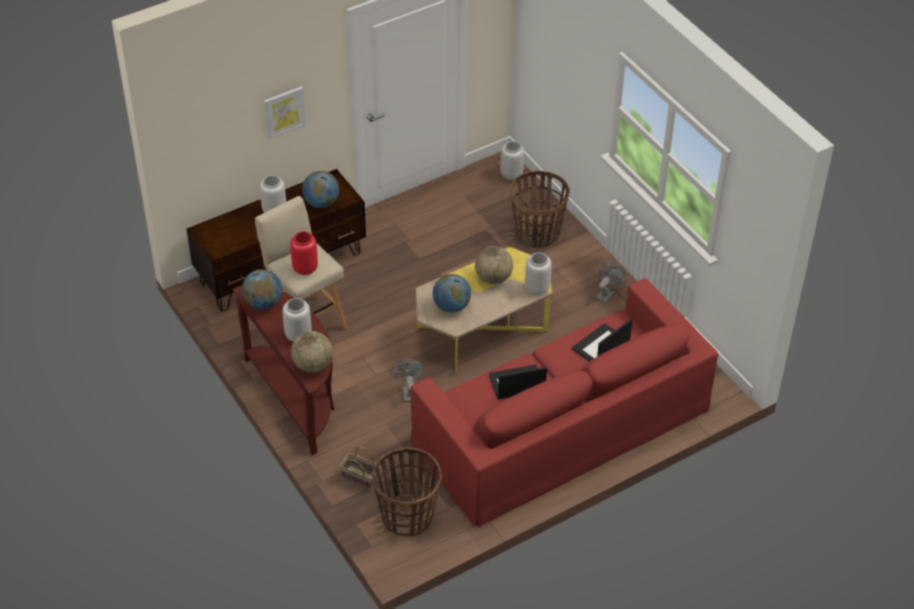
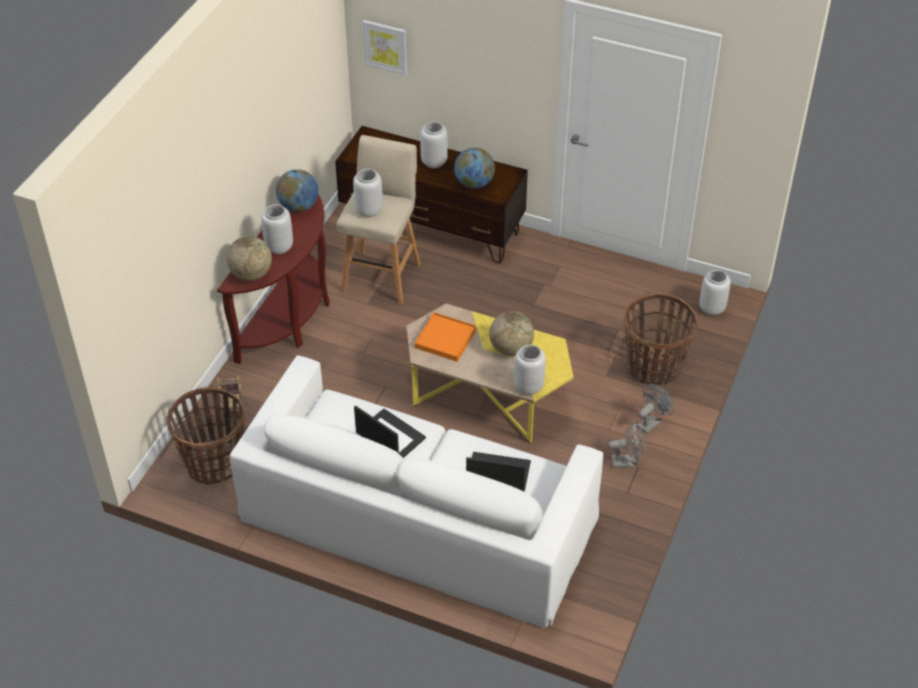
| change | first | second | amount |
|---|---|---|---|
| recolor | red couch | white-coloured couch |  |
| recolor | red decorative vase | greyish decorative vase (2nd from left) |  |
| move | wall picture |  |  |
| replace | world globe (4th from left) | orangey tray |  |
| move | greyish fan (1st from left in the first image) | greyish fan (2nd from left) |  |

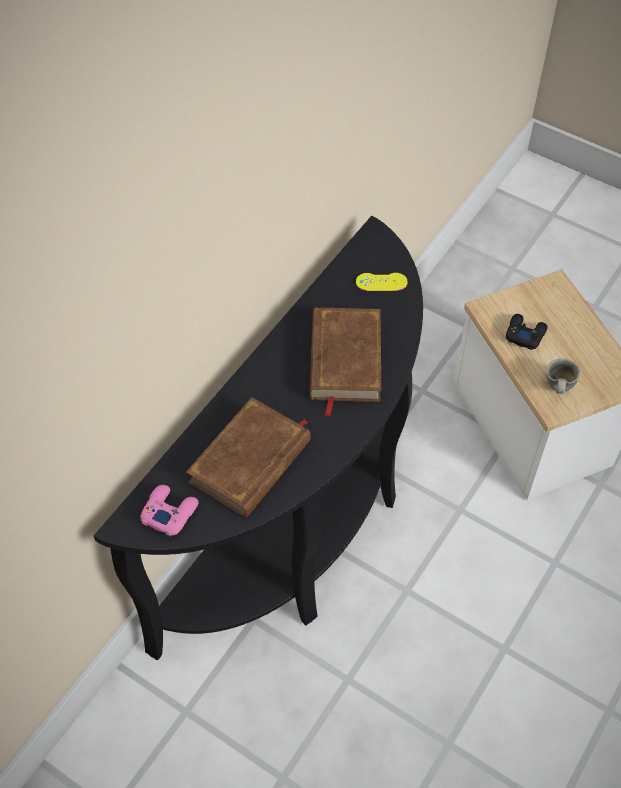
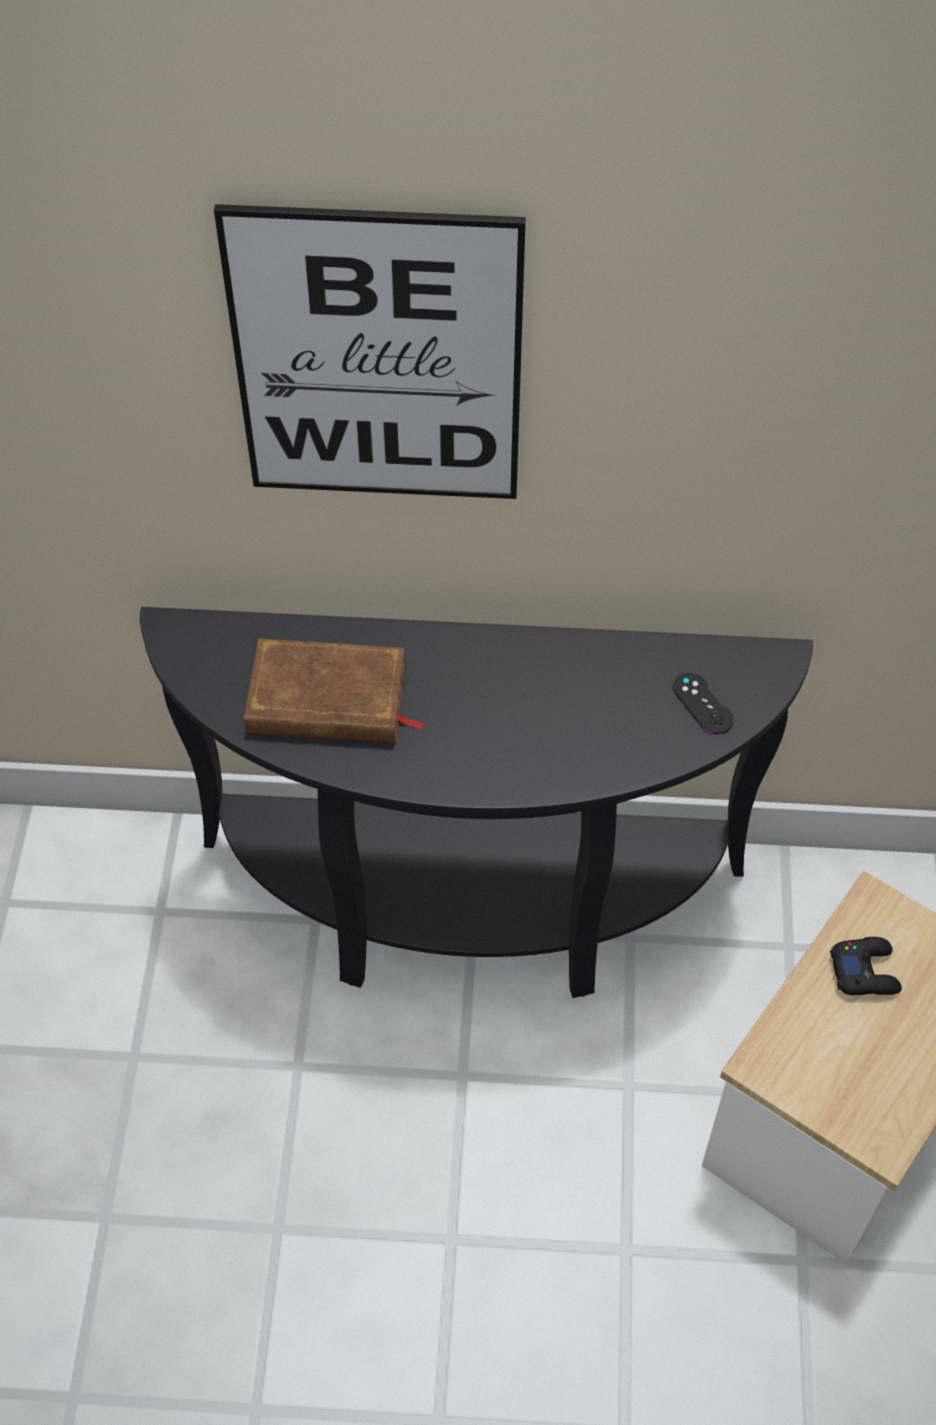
| change | first | second | amount |
|---|---|---|---|
| insert |  | wall picture |  |
| recolor | yellow gamepad | blackish gamepad (1st from left) |  |
| delete | pink-coloured gamepad |  |  |
| delete | brown bound book (2nd from left) |  |  |
| delete | greyish tea mug |  |  |

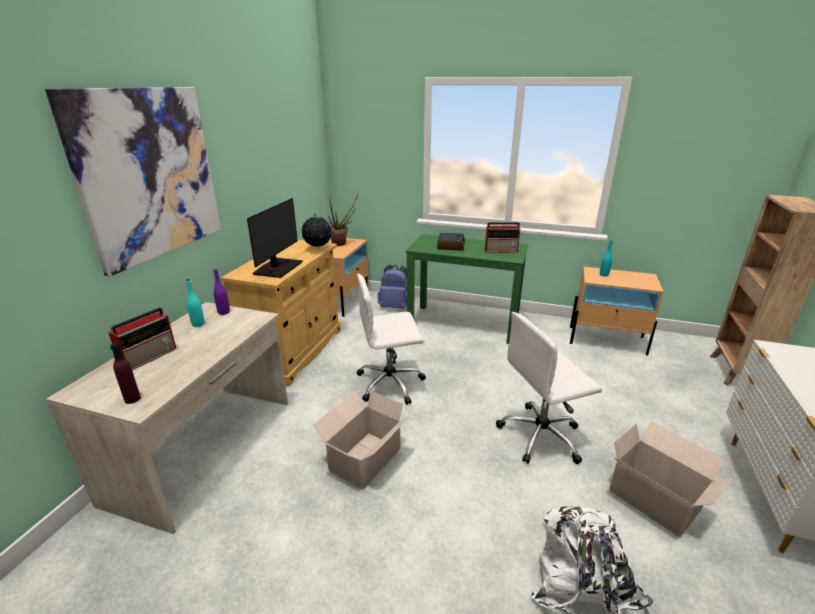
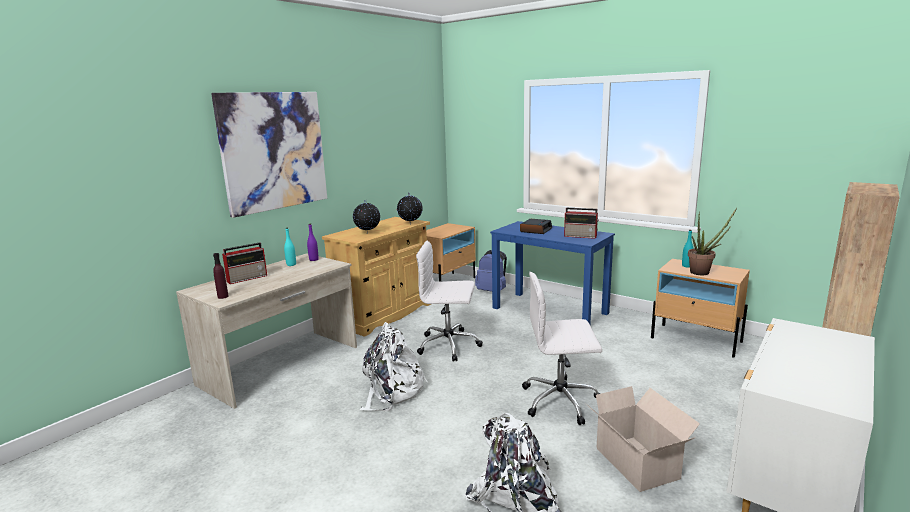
| change | first | second | amount |
|---|---|---|---|
| replace | monitor | world globe (1st from left) |  |
| replace | cardboard box (1st from left) | white-coloured backpack (1st from left) |  |
| recolor | green-coloured desk unit | bluish desk unit |  |
| move | houseplant |  |  |

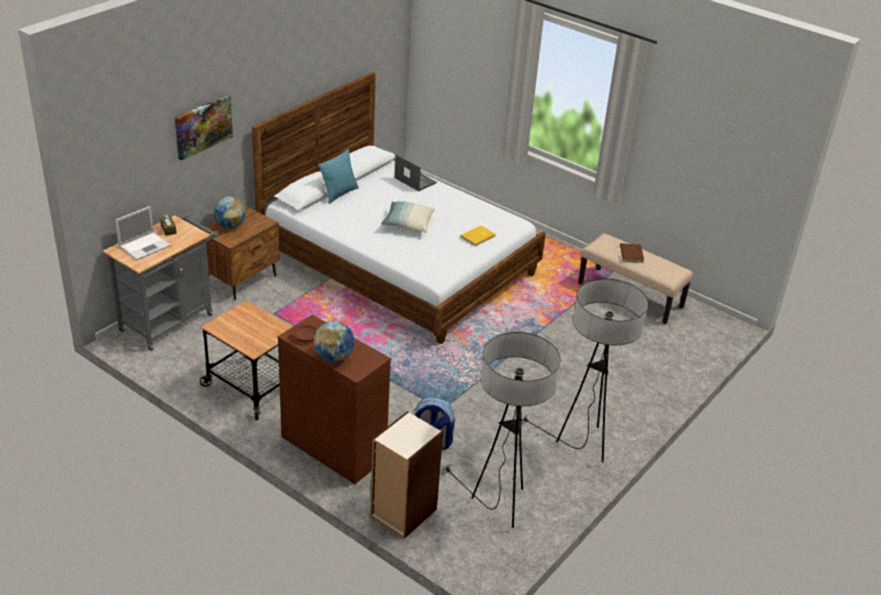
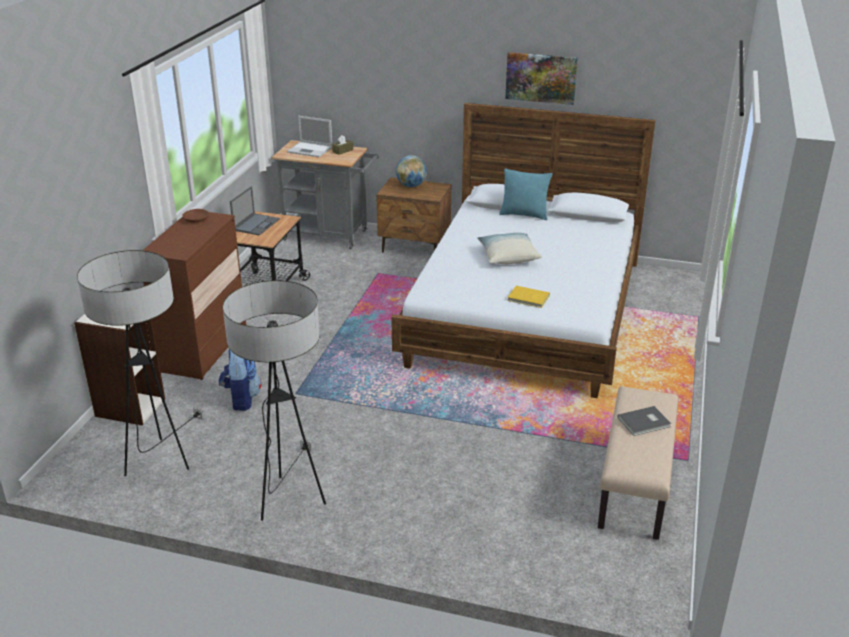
| change | first | second | amount |
|---|---|---|---|
| move | laptop (2nd from left in the first image) | laptop (1st from left) |  |
| move | wall picture |  |  |
| recolor | brown bound book | greyish bound book |  |
| delete | world globe (2nd from left) |  |  |

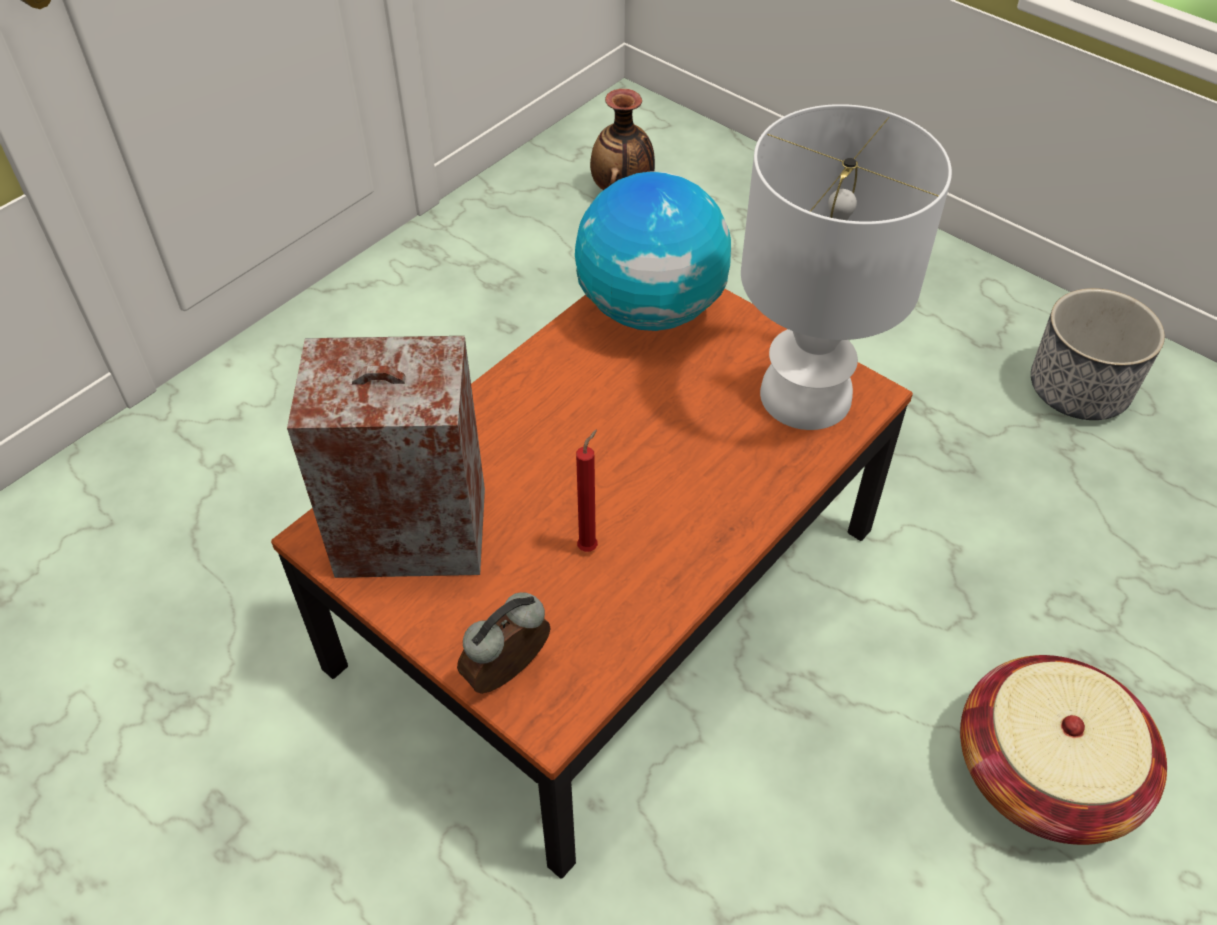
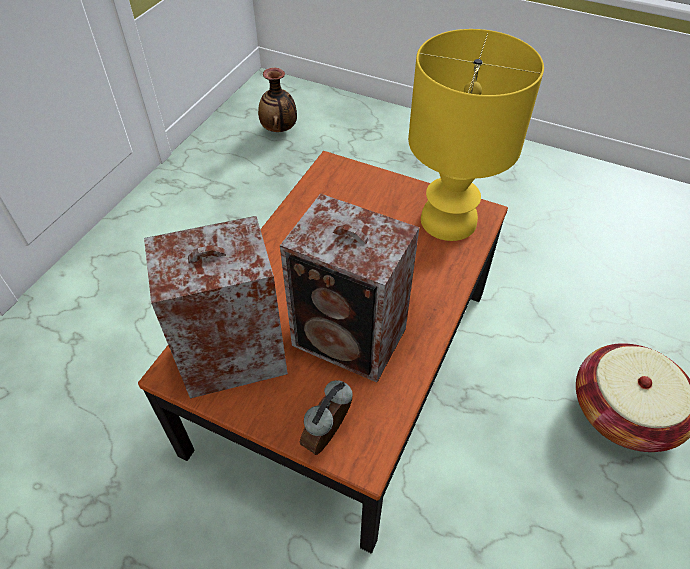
| change | first | second | amount |
|---|---|---|---|
| replace | red wax light | loudspeaker (2nd from left) |  |
| recolor | white-coloured table lamp | yellow table lamp |  |
| delete | world globe |  |  |
| delete | plant pot |  |  |

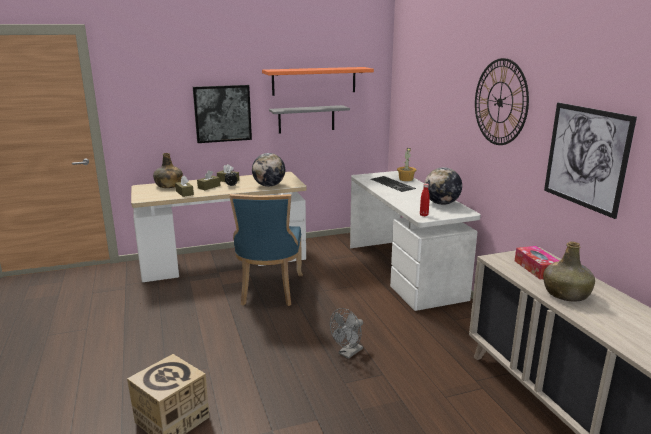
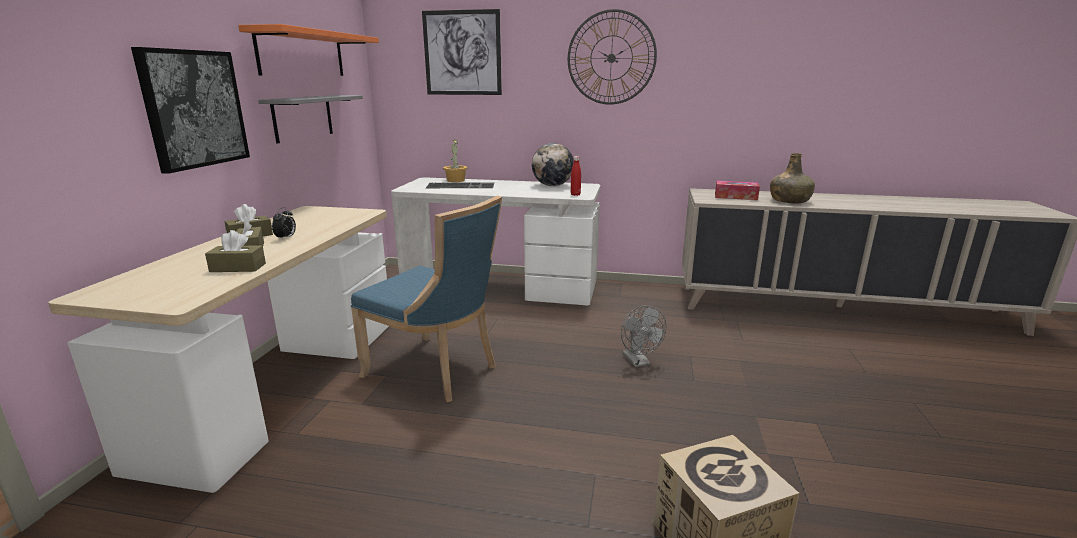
| change | first | second | amount |
|---|---|---|---|
| move | wall picture (2nd from left) |  |  |
| delete | green-coloured drink bottle (1st from left) |  |  |
| delete | world globe (1st from left) |  |  |

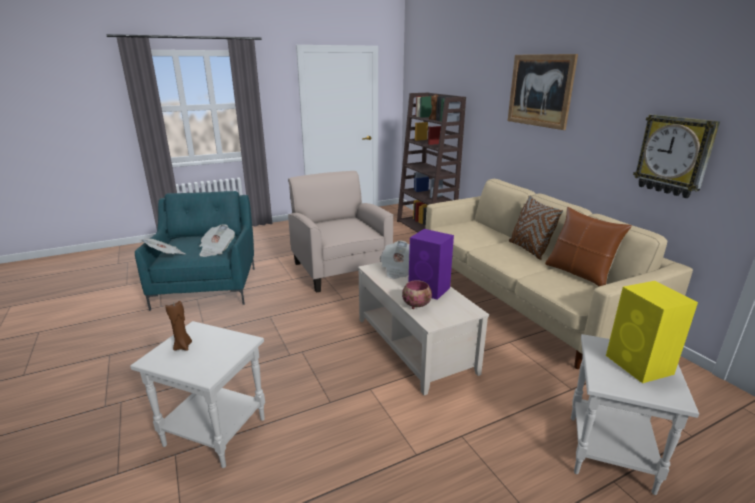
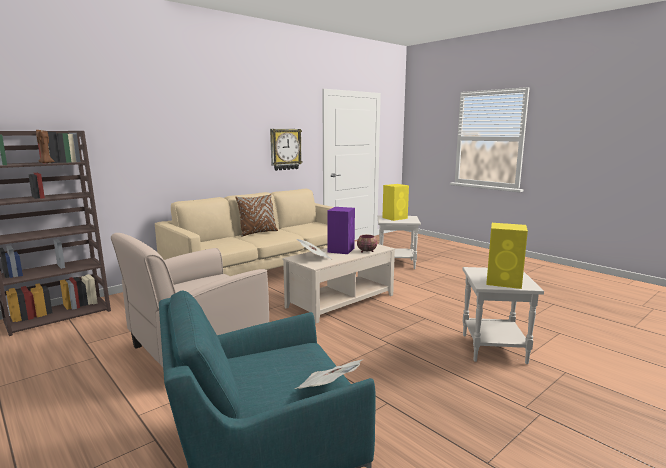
| change | first | second | amount |
|---|---|---|---|
| replace | brown wax light (1st from left) | yellow loudspeaker (2nd from left) |  |
| delete | newspaper (2nd from left) |  |  |
| delete | wall picture |  |  |
| delete | brown throw pillow (2nd from left) |  |  |

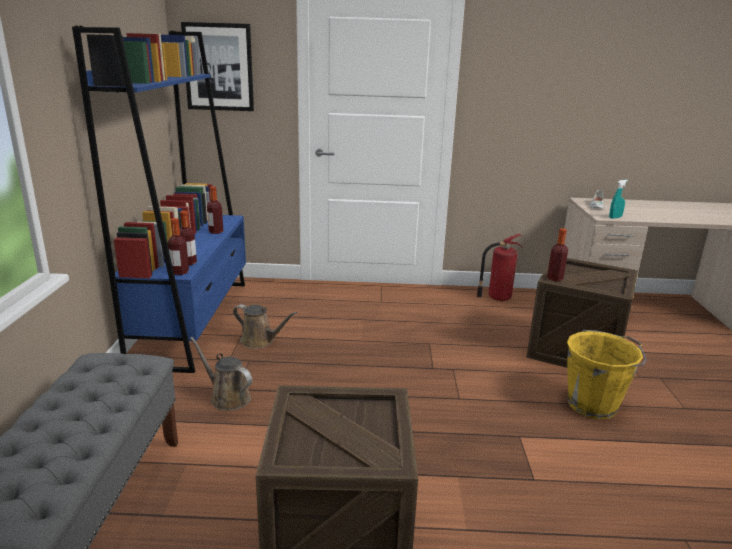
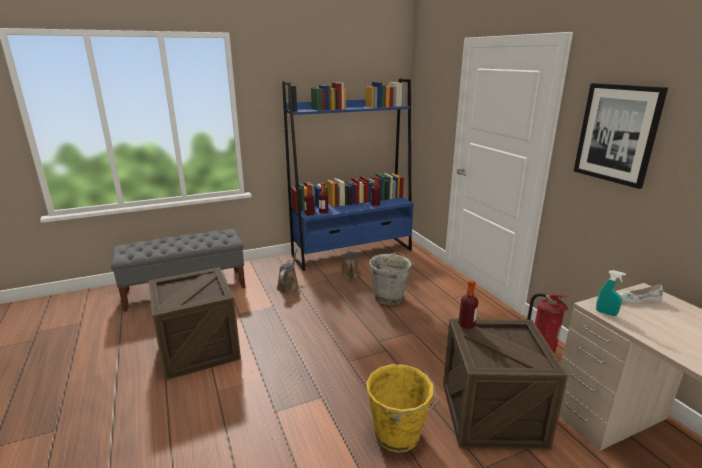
| change | first | second | amount |
|---|---|---|---|
| insert |  | greyish bucket |  |
| move | wall picture |  |  |

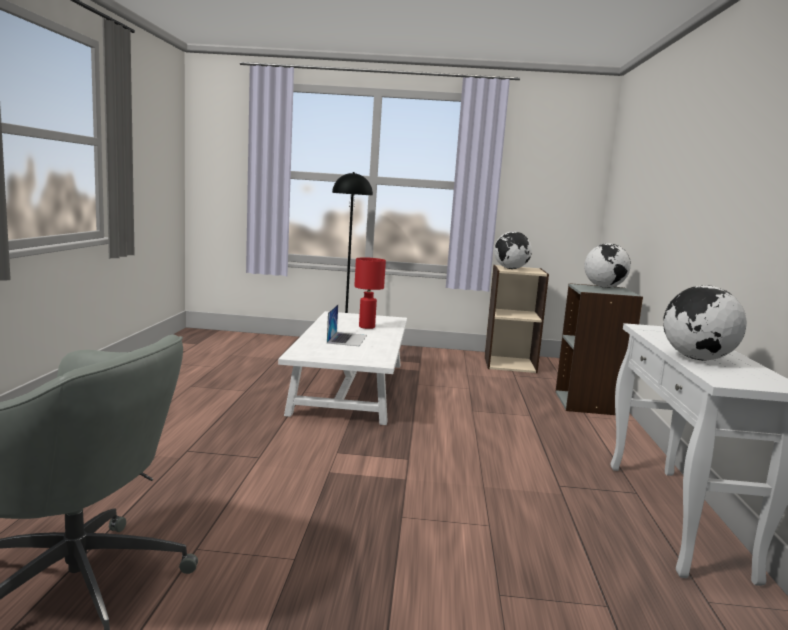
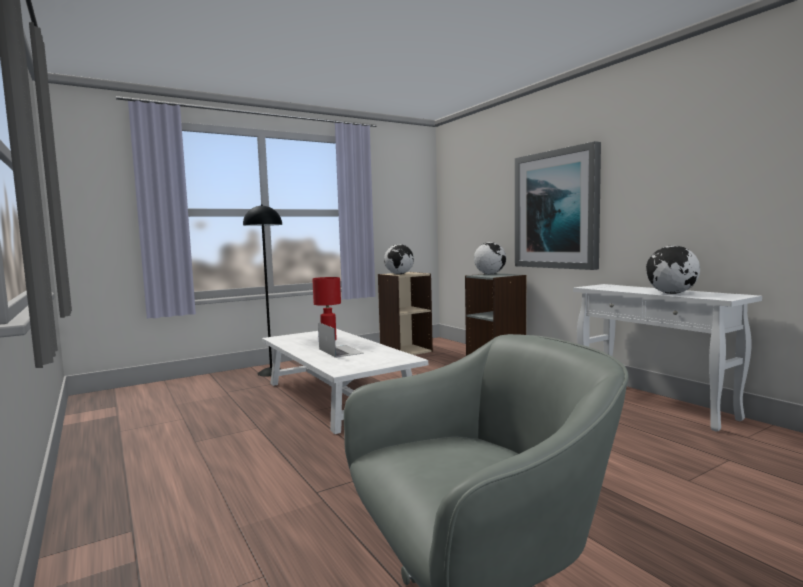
| change | first | second | amount |
|---|---|---|---|
| insert |  | wall picture |  |

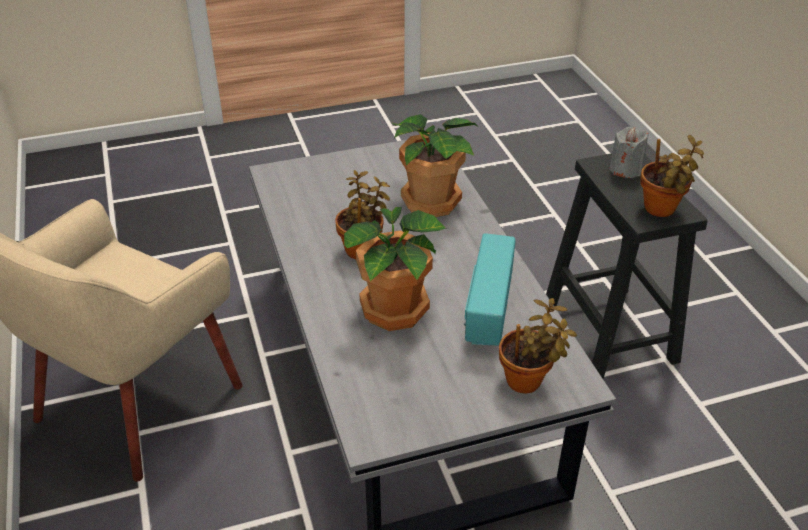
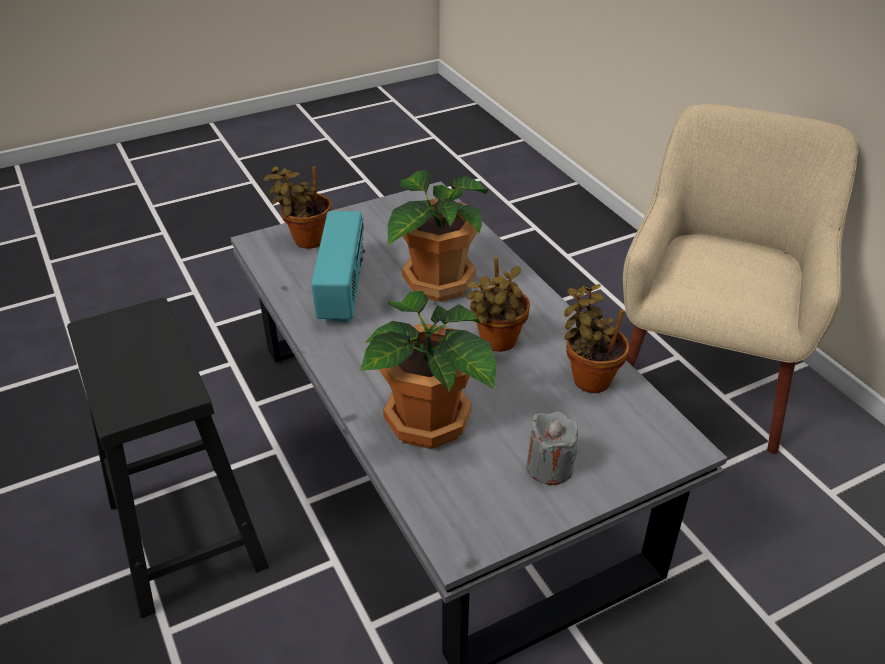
| change | first | second | amount |
|---|---|---|---|
| move | greyish wax light |  |  |
| move | houseplant (5th from left) |  |  |

